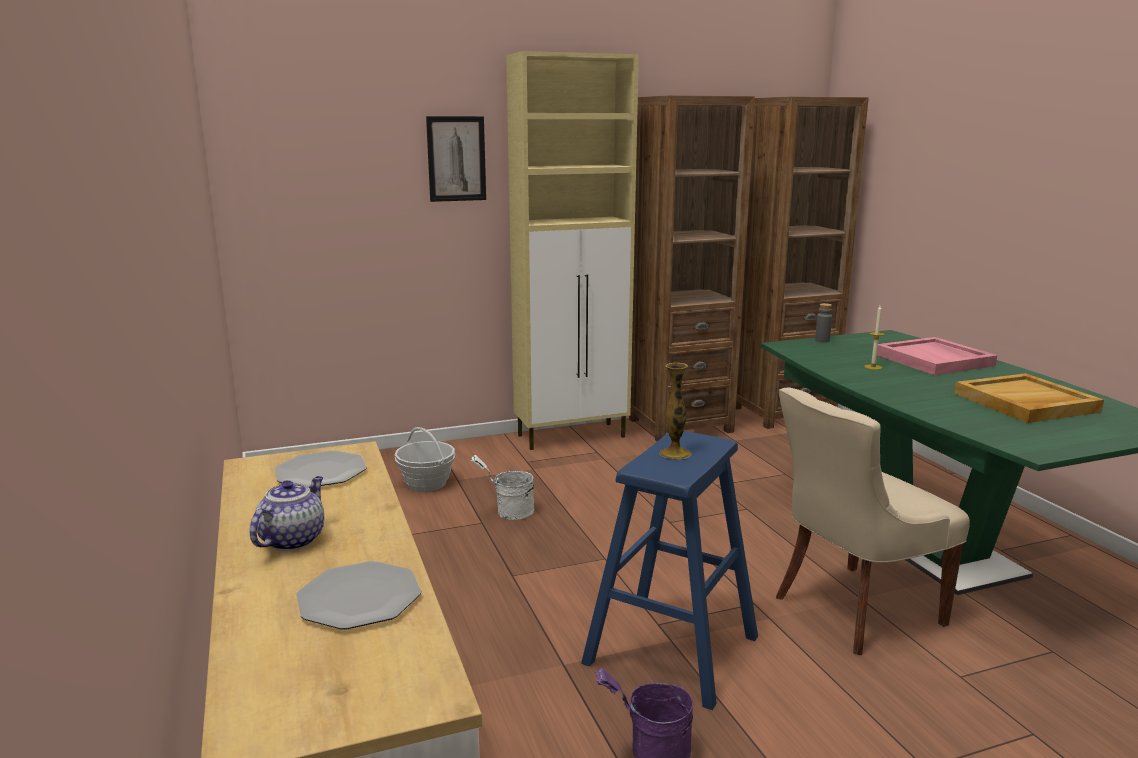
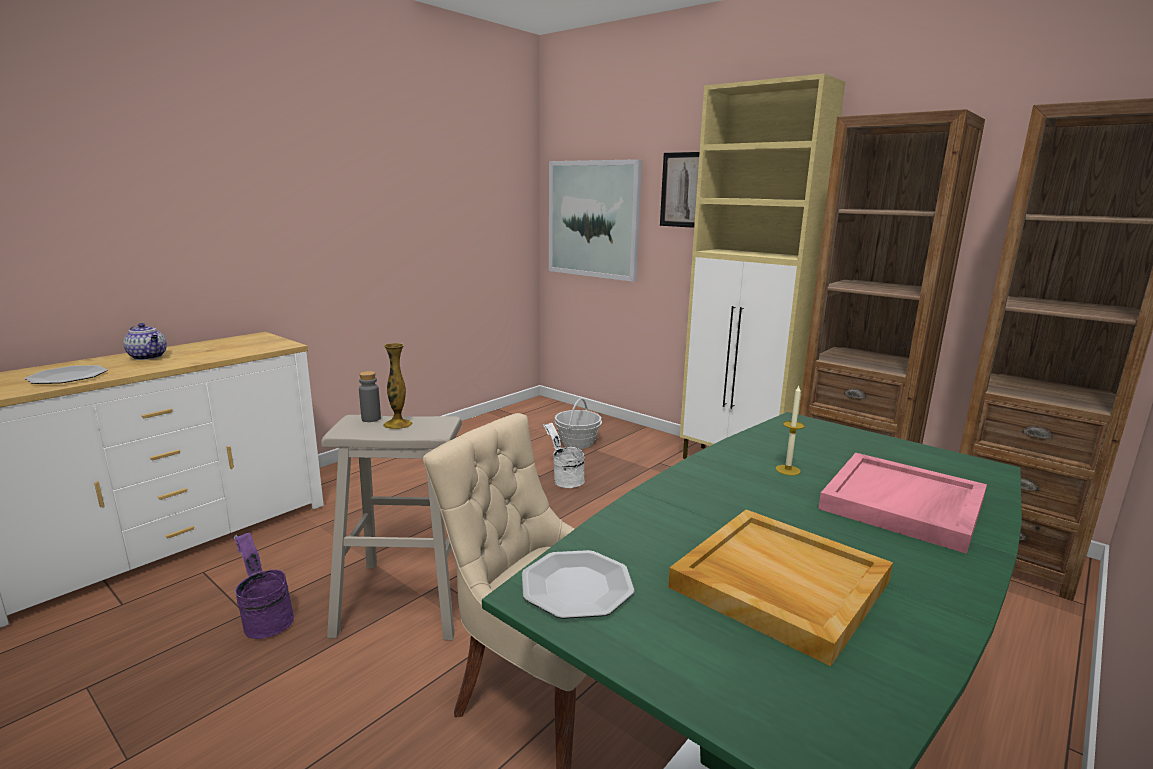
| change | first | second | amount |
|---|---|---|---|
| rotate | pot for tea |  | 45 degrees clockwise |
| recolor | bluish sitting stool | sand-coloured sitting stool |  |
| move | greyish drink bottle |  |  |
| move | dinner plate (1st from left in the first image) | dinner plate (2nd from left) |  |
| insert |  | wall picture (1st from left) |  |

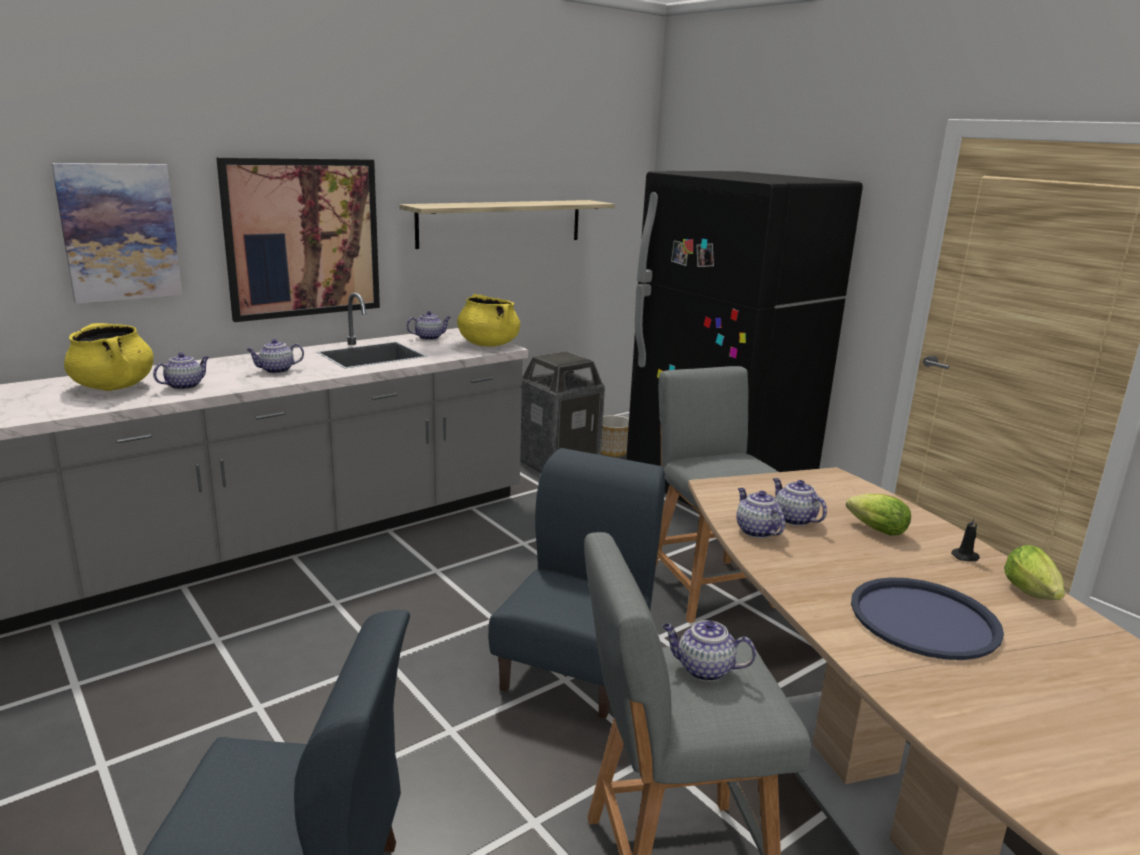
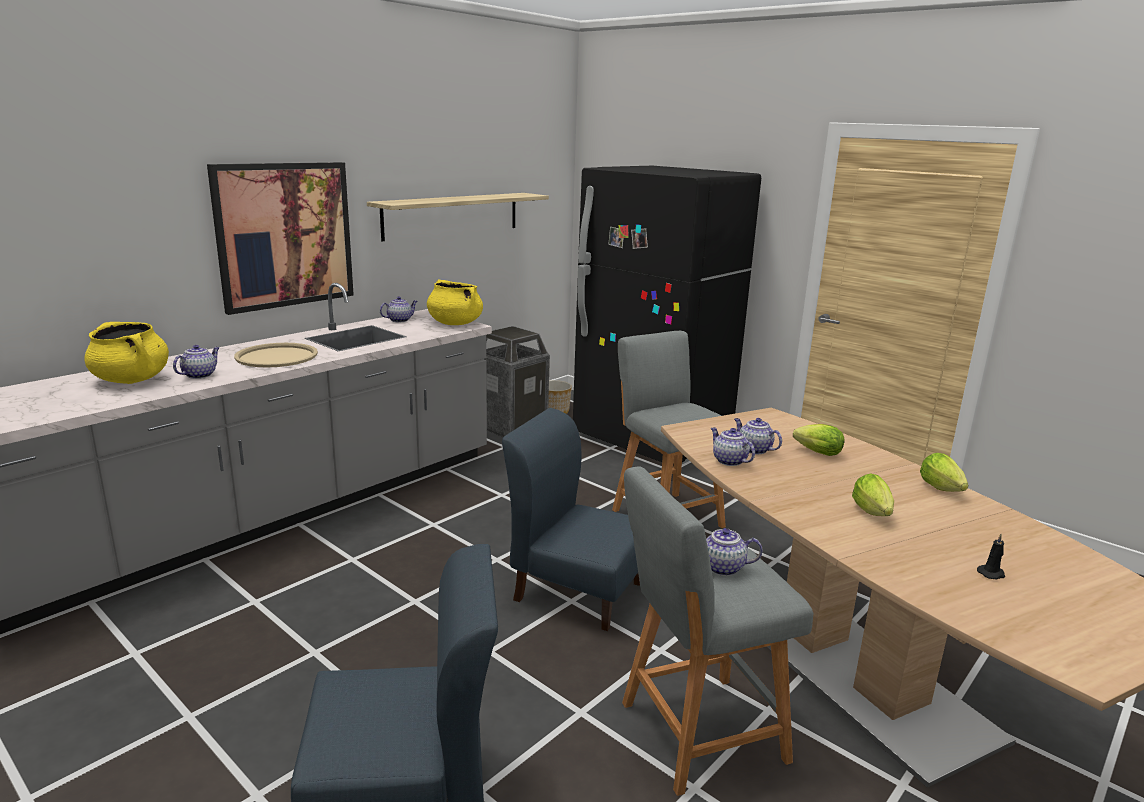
| change | first | second | amount |
|---|---|---|---|
| replace | pot for tea (2nd from left) | sand-coloured tray |  |
| rotate | bluish plain chair (2nd from left) |  | 75 degrees counterclockwise |
| replace | bluish tray | lettuce head (2nd from left) |  |
| move | blackish wax light |  |  |
| delete | wall picture (1st from left) |  |  |

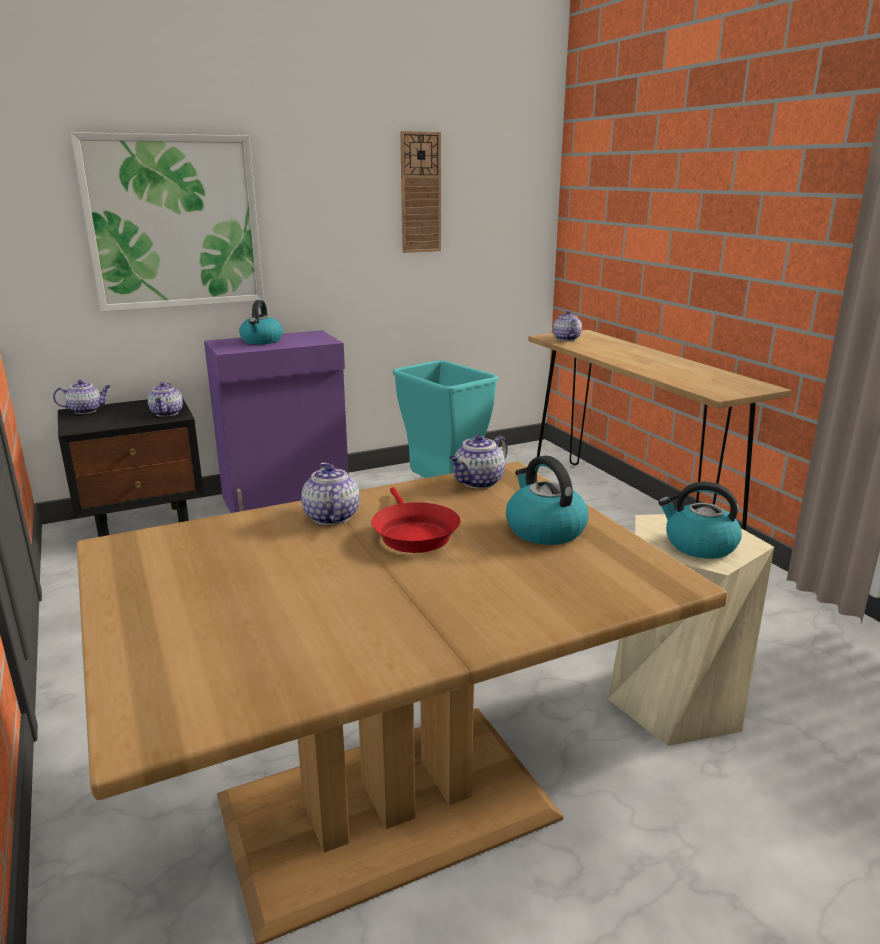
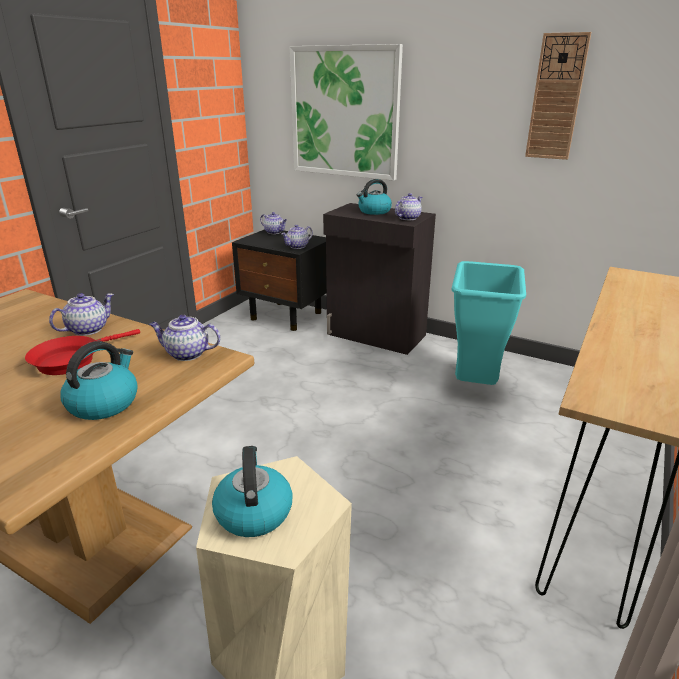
| change | first | second | amount |
|---|---|---|---|
| recolor | purplish cupboard | blackish cupboard |  |
| move | pot for tea (5th from left) |  |  |

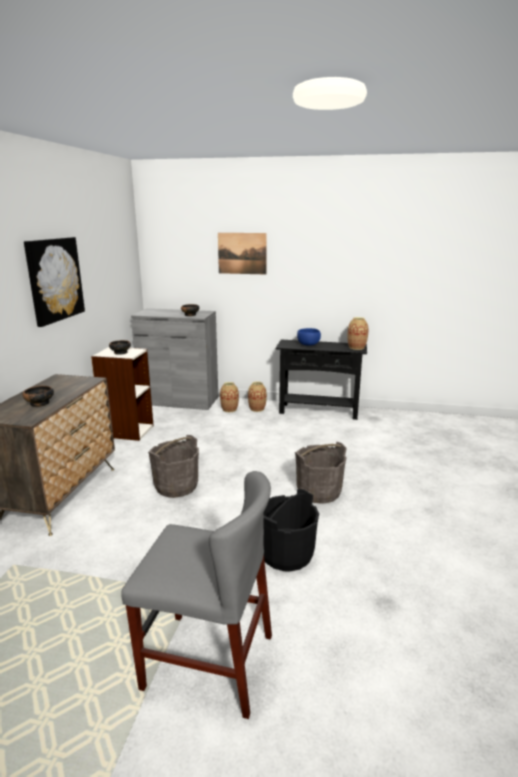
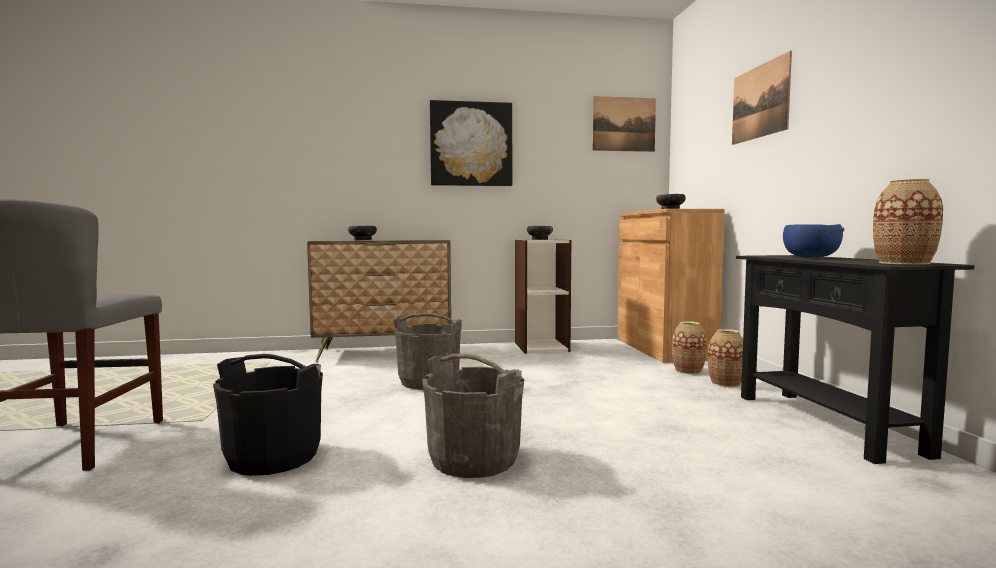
| change | first | second | amount |
|---|---|---|---|
| insert |  | wall picture (2nd from left) |  |
| recolor | greyish cupboard | brown cupboard |  |

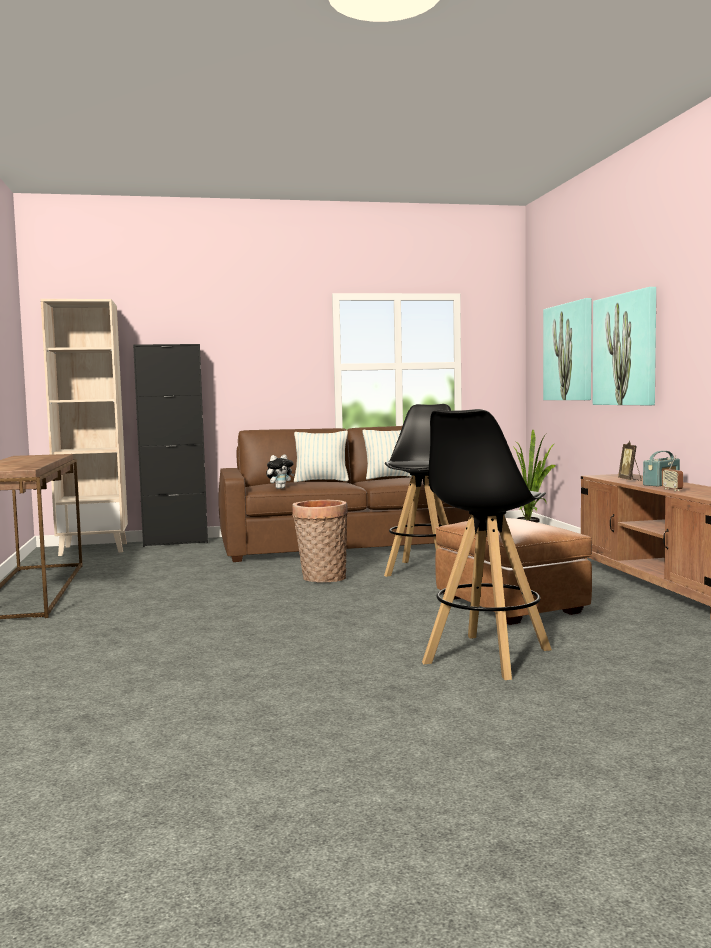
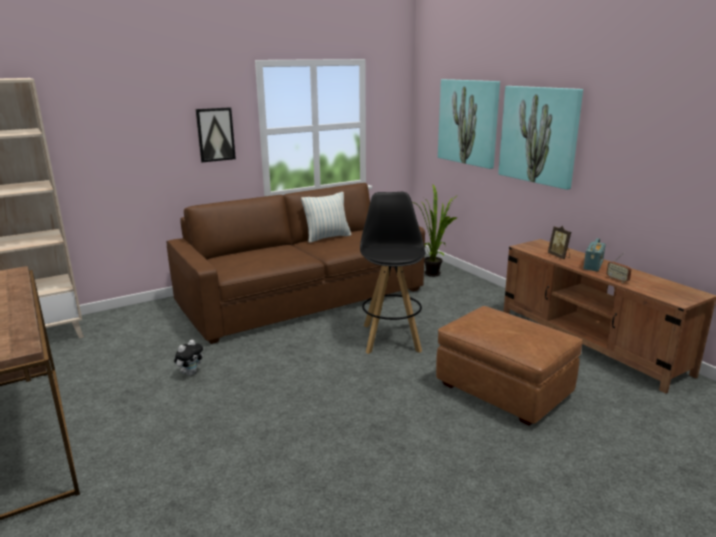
| change | first | second | amount |
|---|---|---|---|
| move | plush toy |  |  |
| insert |  | wall picture (1st from left) |  |
| delete | blackish cupboard |  |  |
| delete | storage basket |  |  |
| delete | throw pillow (1st from left) |  |  |
| delete | blackish sitting stool (2nd from left) |  |  |

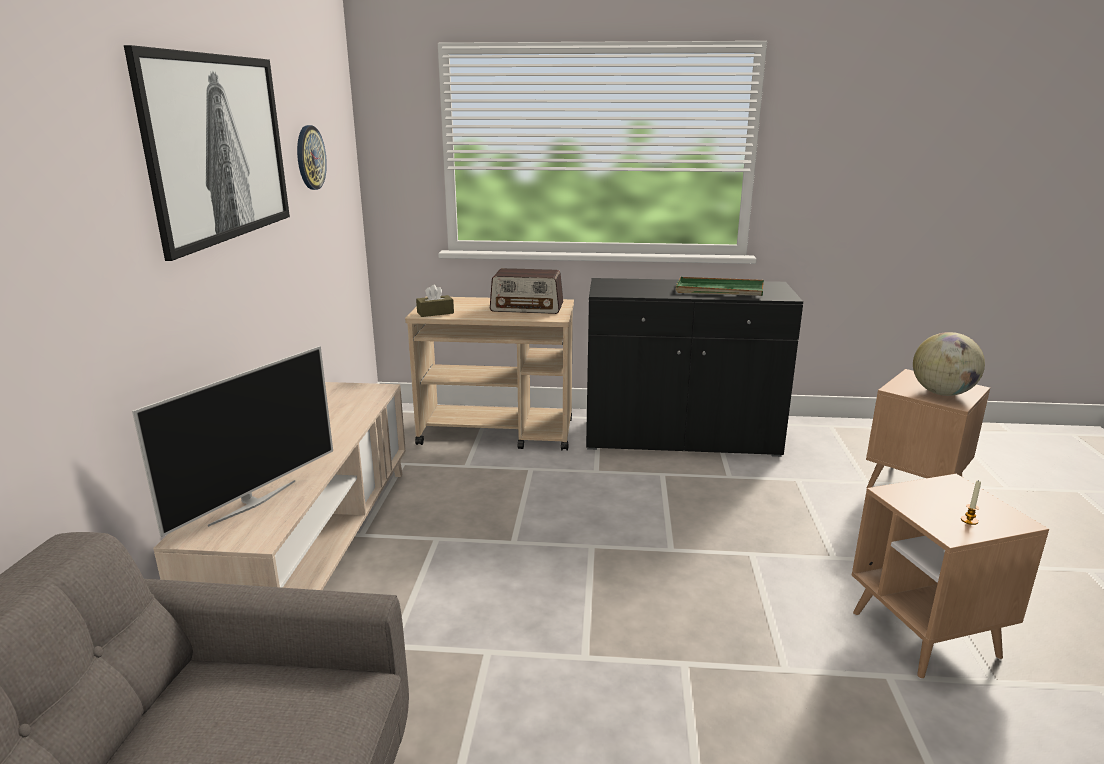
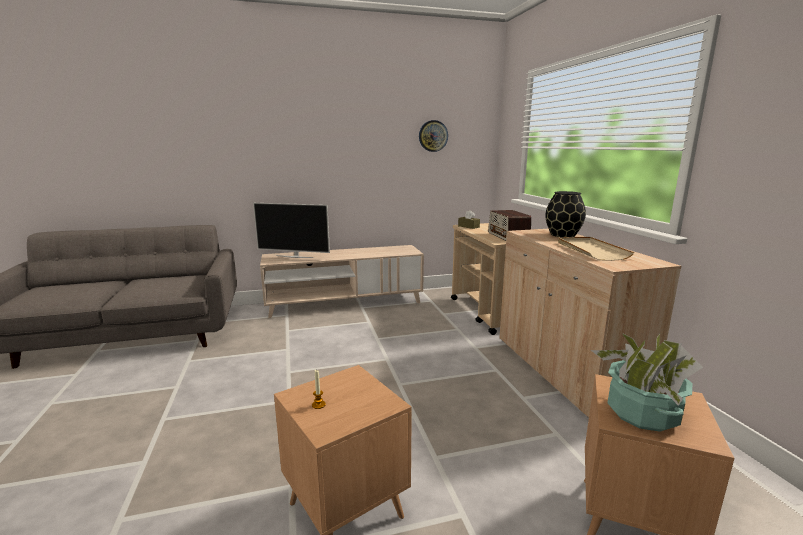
| change | first | second | amount |
|---|---|---|---|
| recolor | blackish cupboard | sand-coloured cupboard |  |
| insert |  | blackish decorative vase |  |
| recolor | green-coloured tray | sand-coloured tray |  |
| replace | world globe | houseplant |  |
| delete | wall picture |  |  |

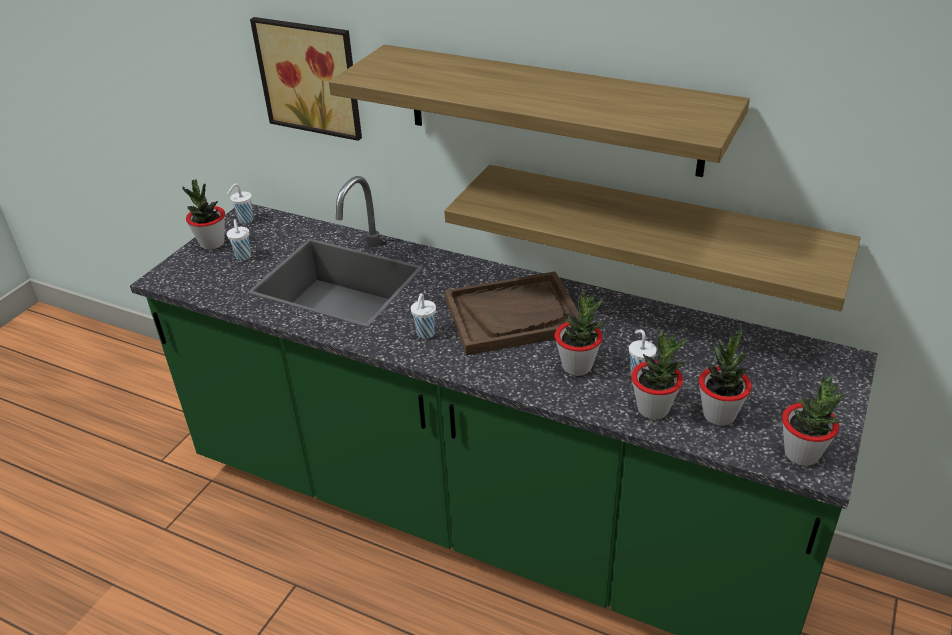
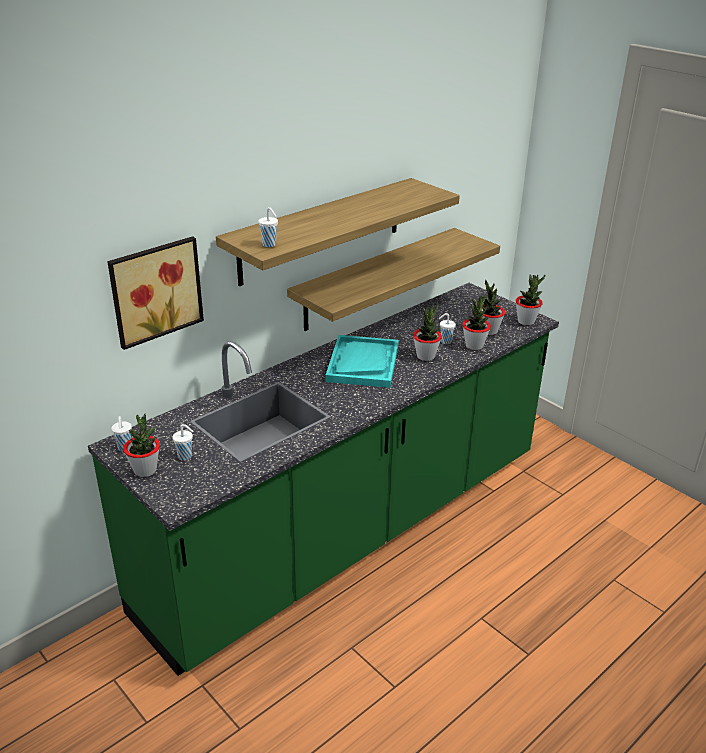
| change | first | second | amount |
|---|---|---|---|
| move | white-coloured small cup (3rd from left) |  |  |
| recolor | brown tray | blue-green tray |  |

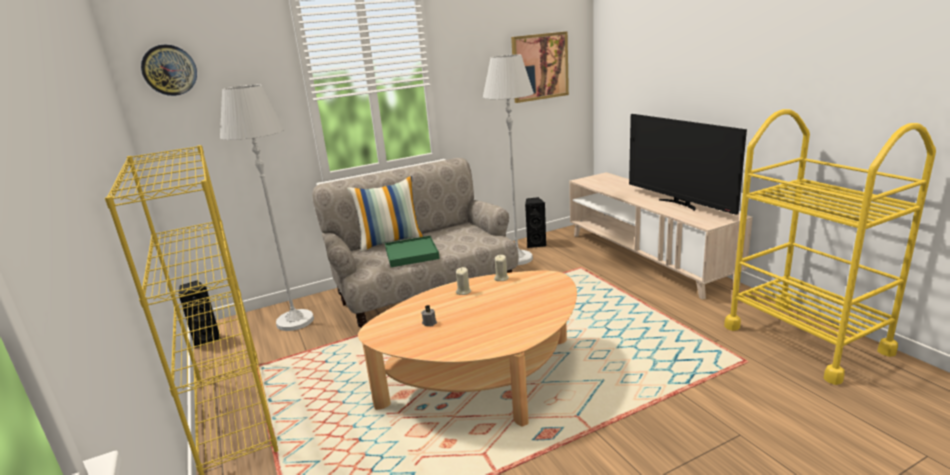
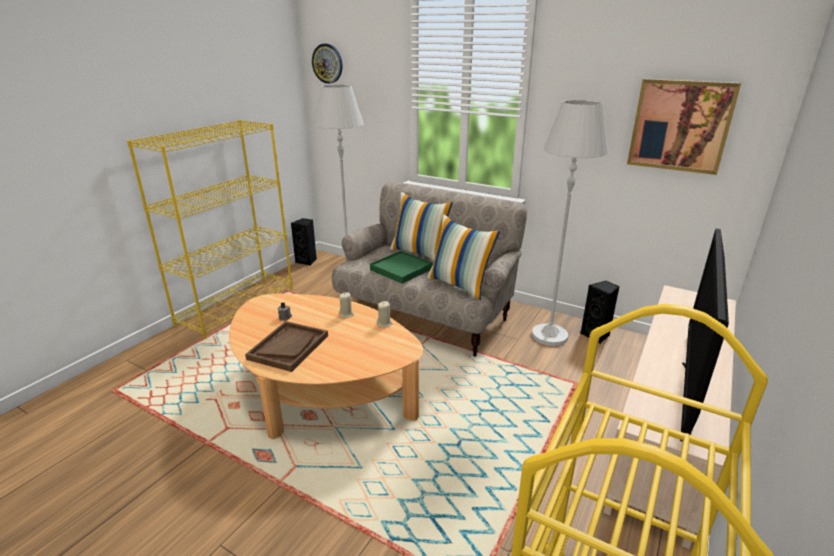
| change | first | second | amount |
|---|---|---|---|
| insert |  | brown tray |  |
| insert |  | throw pillow (2nd from left) |  |

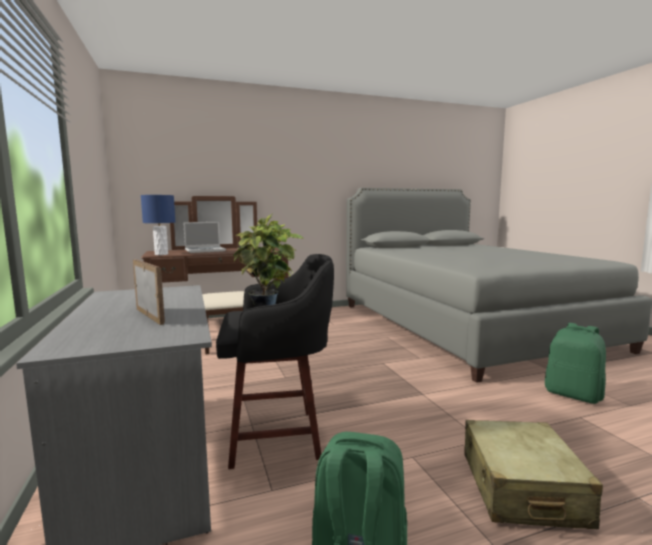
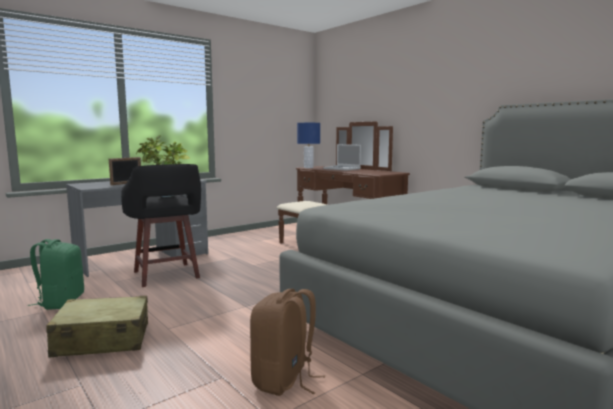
| change | first | second | amount |
|---|---|---|---|
| recolor | green-coloured backpack (2nd from left) | brown backpack |  |

